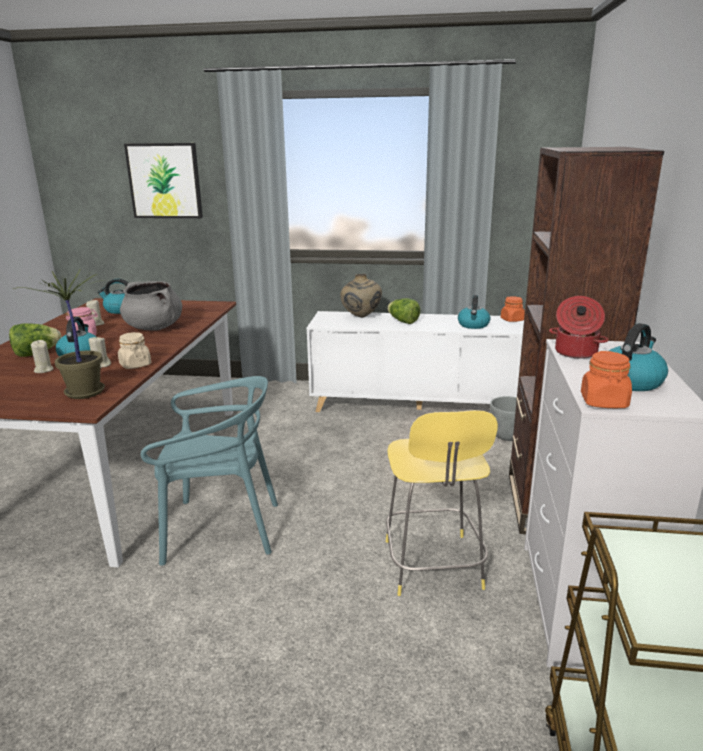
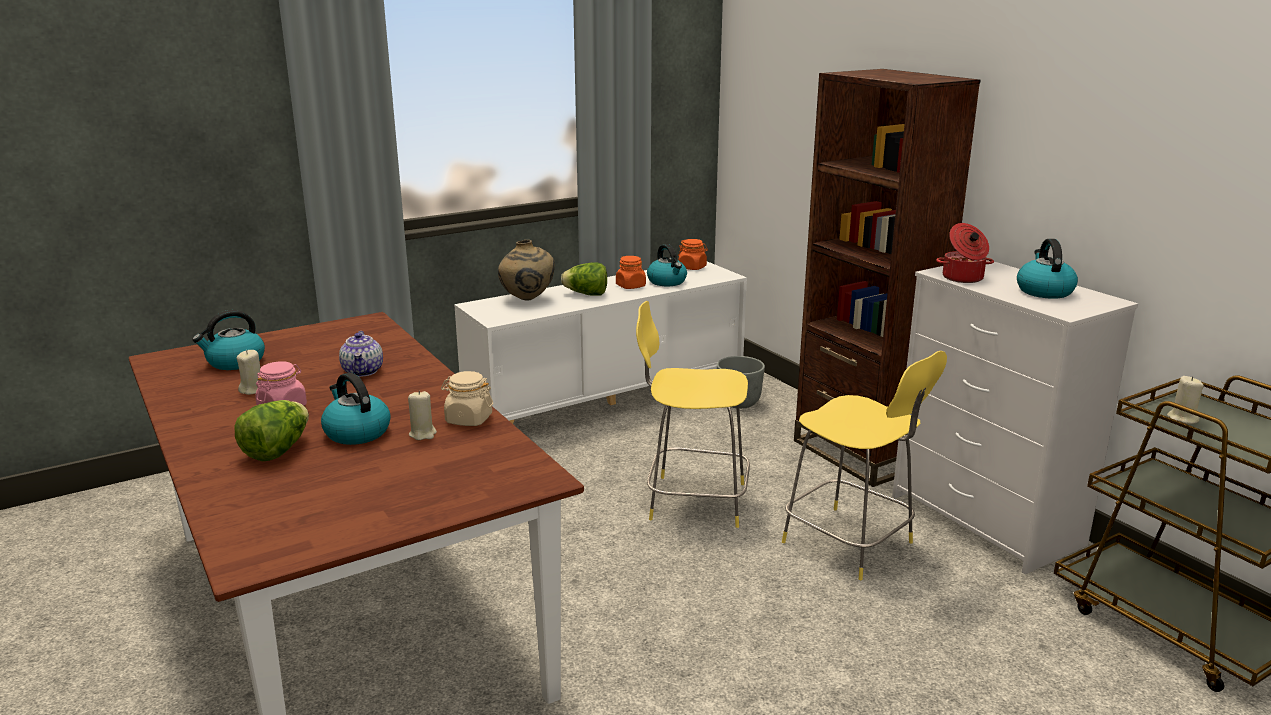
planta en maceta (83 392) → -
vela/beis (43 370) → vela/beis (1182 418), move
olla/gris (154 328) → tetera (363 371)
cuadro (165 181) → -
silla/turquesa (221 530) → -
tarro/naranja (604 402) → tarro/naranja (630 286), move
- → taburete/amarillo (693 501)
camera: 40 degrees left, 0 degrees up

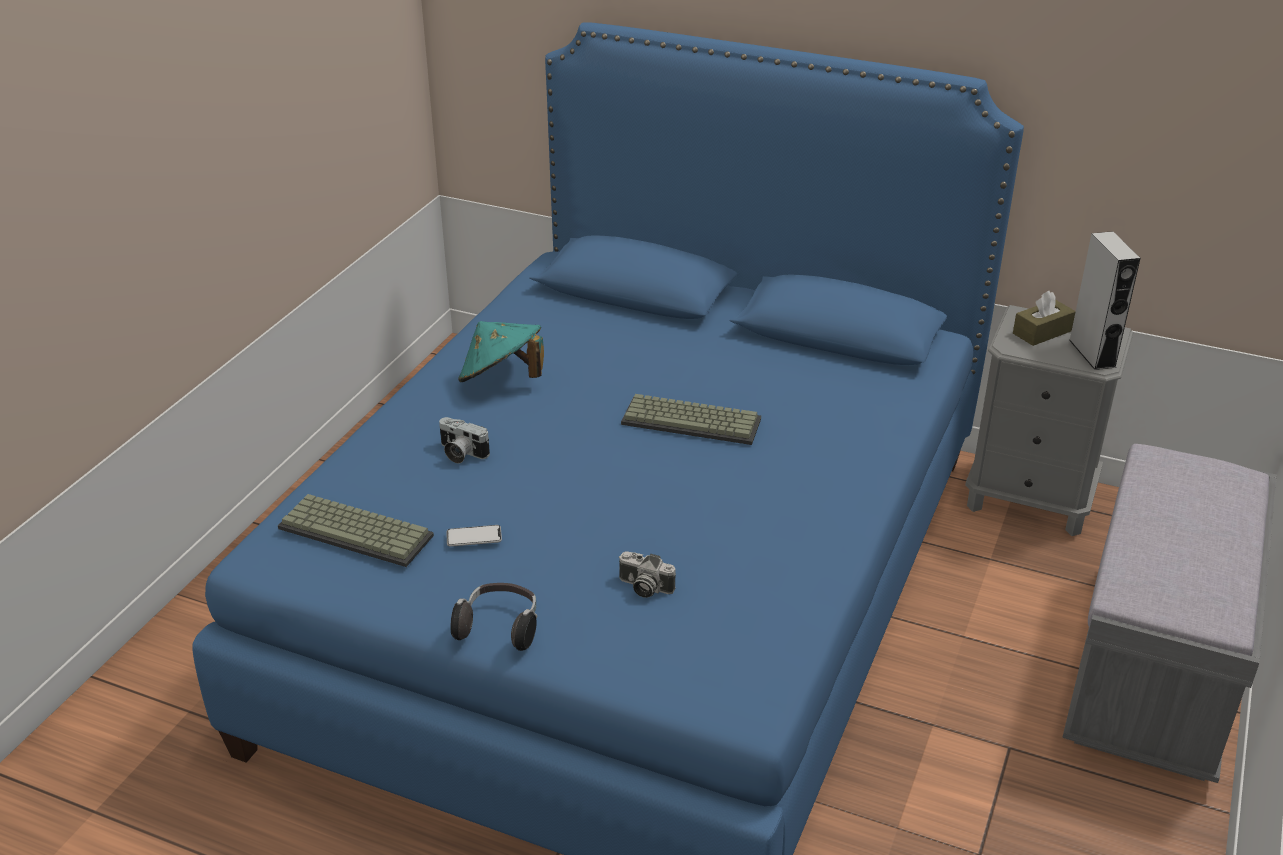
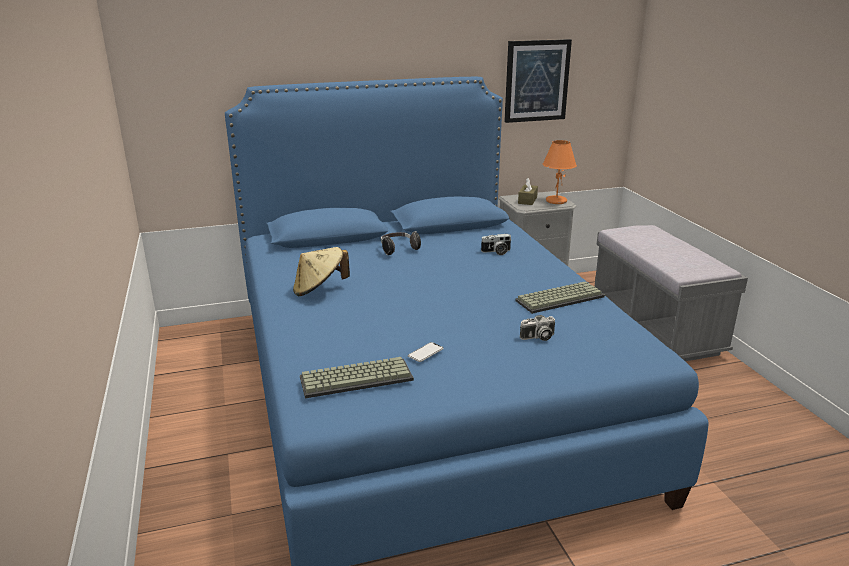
cámara (461 453) → cámara (496 252), move
auriculares (499 628) → auriculares (398 249), move
sombrero/turquesa (502 379) → sombrero/beis (319 289)
teclado (693 420) → teclado (560 298), move
altavoz/gris (1092 353) → lámpara de mesa/naranja (556 201)
- → cuadro (536 81)
camera: 40 degrees left, 10 degrees down

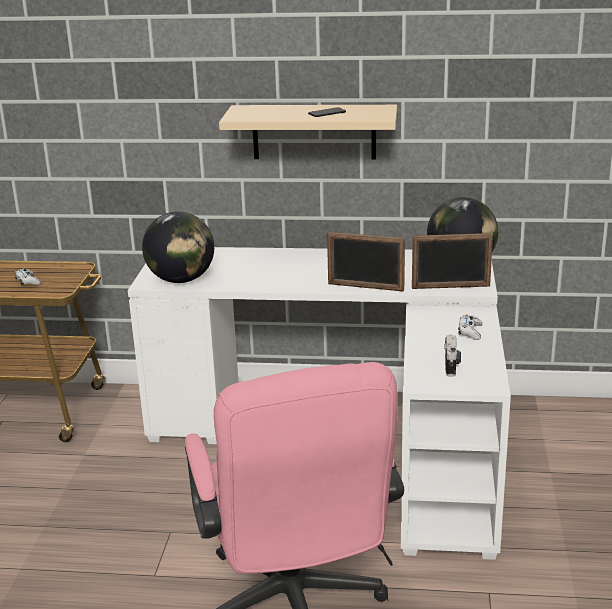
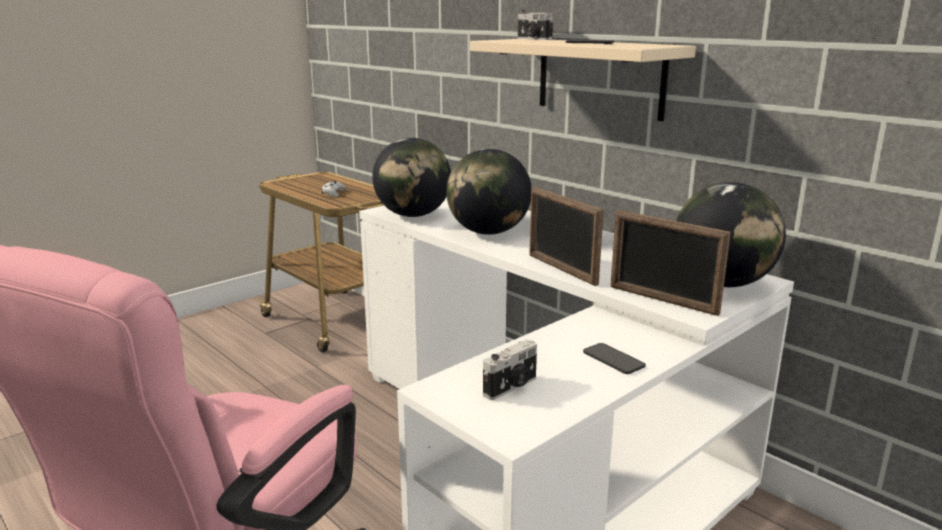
mando de consola/blanco (470 332) → móvil (613 359)
- → globo terráqueo (488 232)
- → cámara (533 39)
camera: 40 degrees right, 5 degrees down

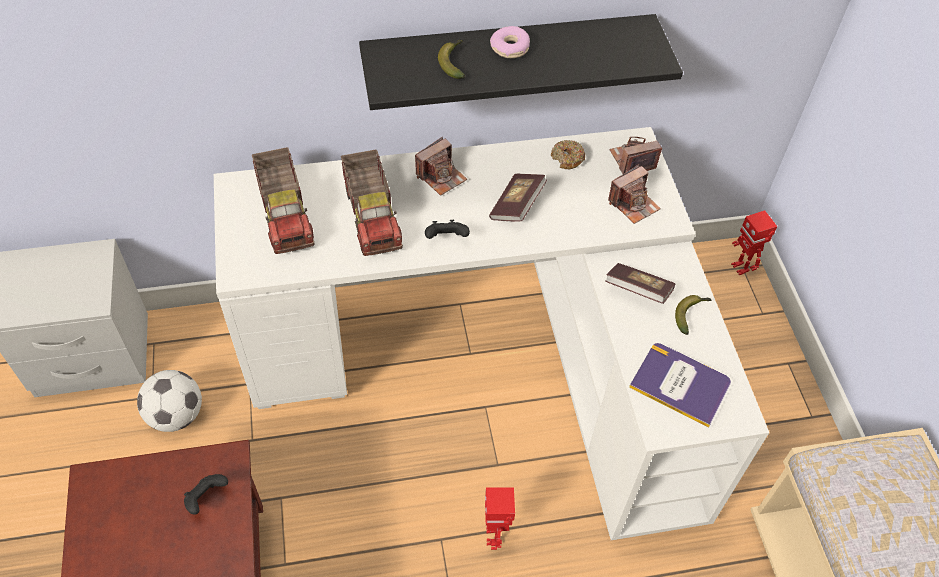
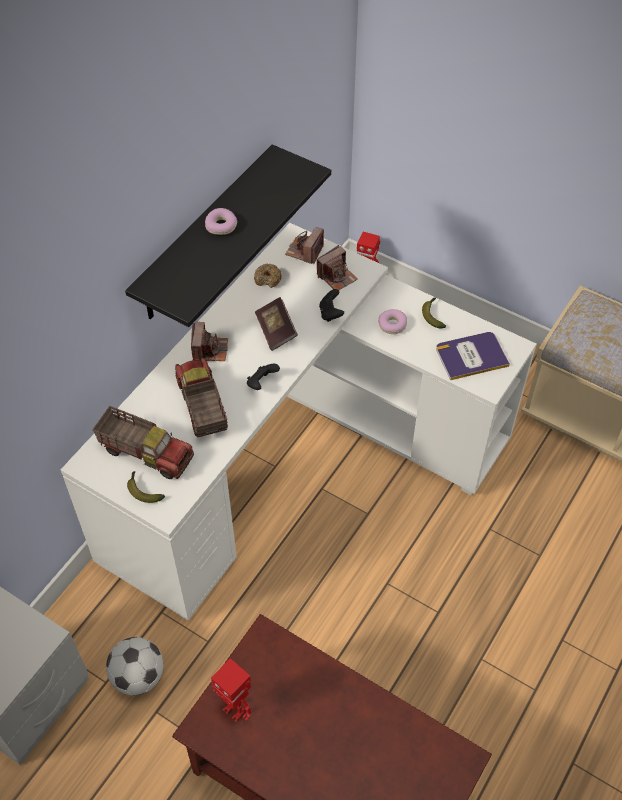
mando de consola/negro (206 498) → mando de consola/negro (330 313), move
camión de juguete (373 216) → camión de juguete (201 407), 135 degrees counterclockwise
plátano (453 62) → plátano (143 490), move
robot de juguete (495 536) → robot de juguete (235 709), move
libro (637 291) → rosquilla (392 325)
cámara (633 204) → cámara (337 277), 45 degrees clockwise
camera: 45 degrees left, 0 degrees up

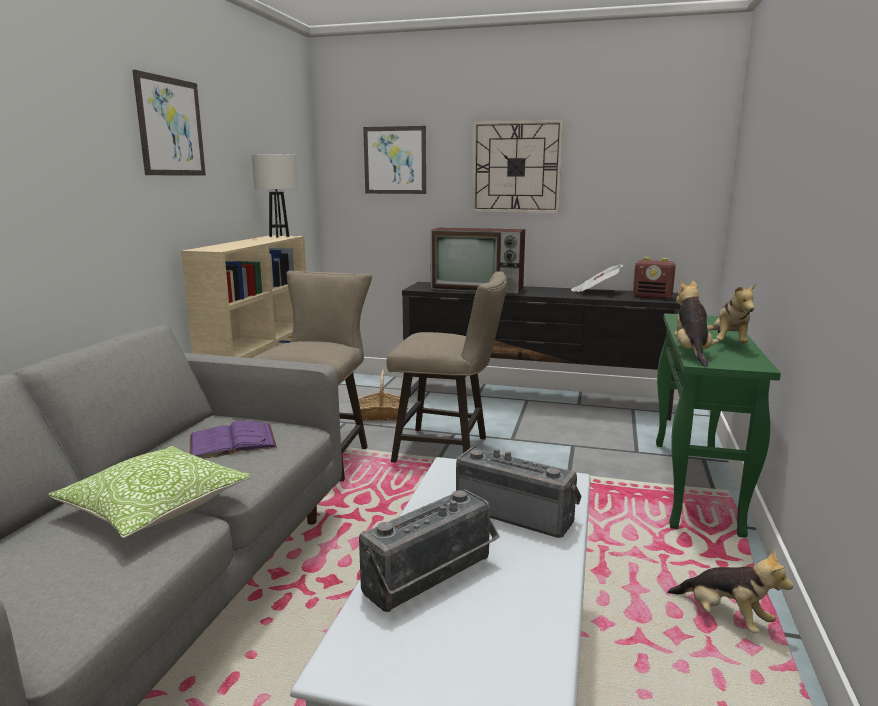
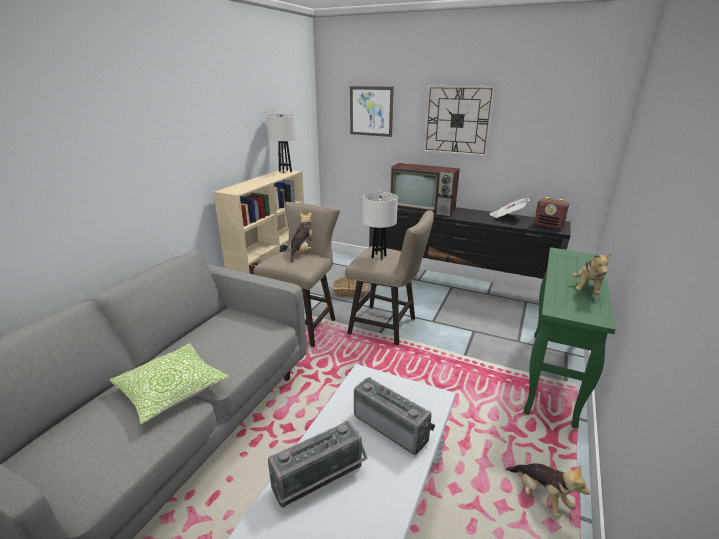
cuadro (171 127) → -
libro/morado (232 441) → -
peluche (691 353) → peluche (302 252), move
- → lámpara de mesa/blanco (379 256)
camera: 10 degrees right, 10 degrees up

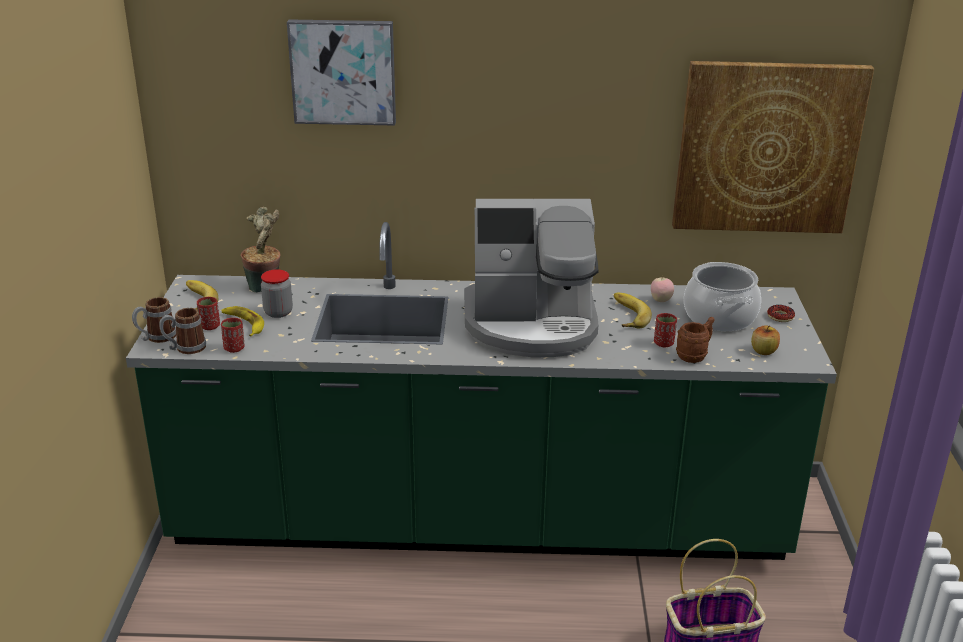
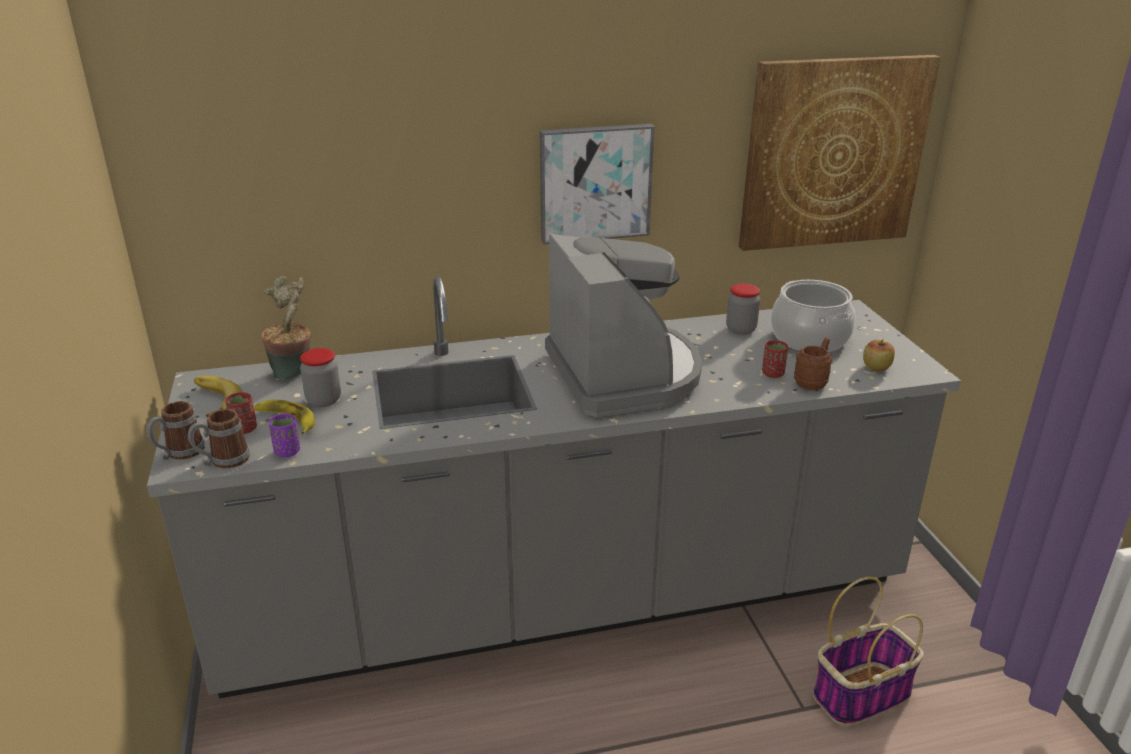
mueble bajo de cocina/verde (479 521) → mueble bajo de cocina/gris (565 600)
taza/rojo (234 348) → taza/morado (287 452)
cuadro (343 71) → cuadro (594 182), move
cafetera (532 325) → cafetera (624 374), 90 degrees counterclockwise
plátano (625 315) → -
manzana (661 300) → tarro (741 329)
rosquilla (780 317) → -
camera: 15 degrees left, 0 degrees up

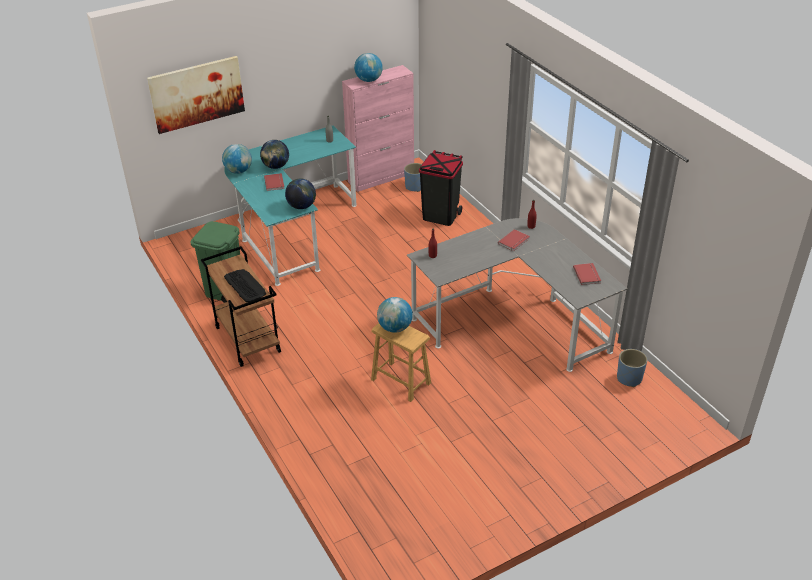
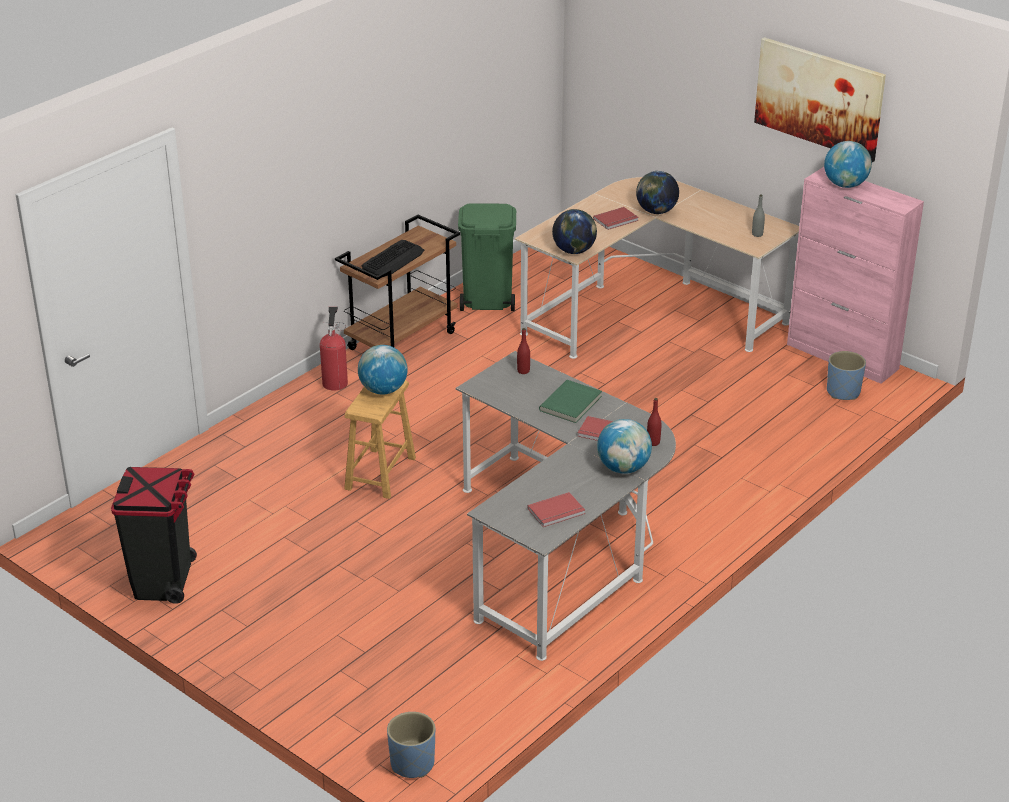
cuadro (197 94) → cuadro (819 98), move
globo terráqueo (238 171) → globo terráqueo (623 468), move
escritorio/turquesa (289 229) → escritorio/beis (650 312)
papelera/negro (440 216) → papelera/negro (164 581), move
maceta/azul (629 378) → maceta/azul (413 763), move
- → extintor (335 381)
- → libro/verde (571 404)
camera: 70 degrees right, 5 degrees down

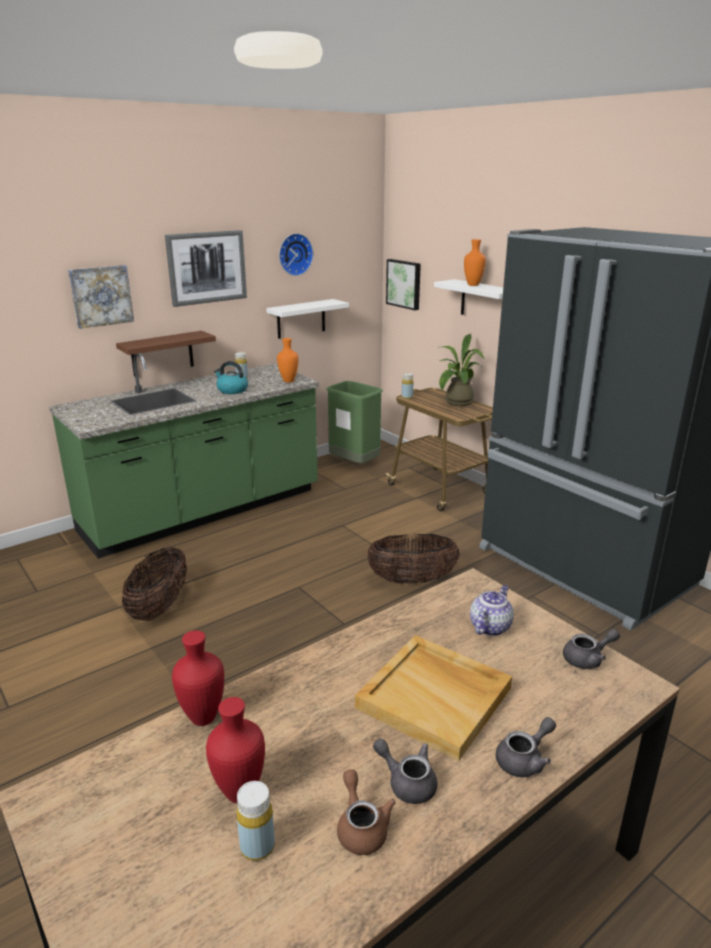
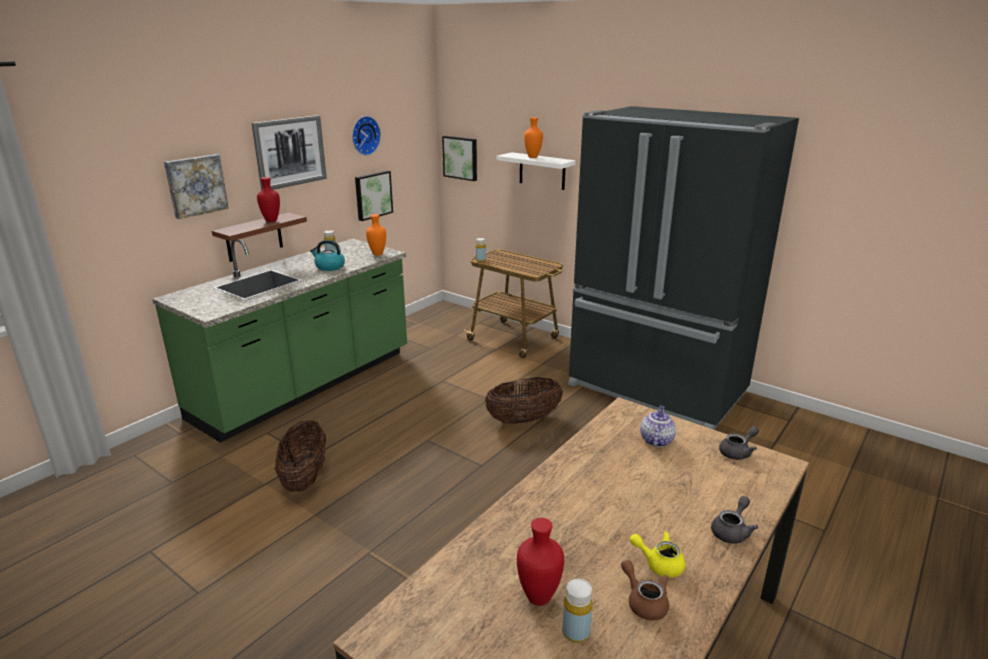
florero/rojo (202 719) → florero/rojo (271 221), move
estante/blanco (301 319) → cuadro (372 195)
papelera/verde (354 464) → -
bandeja/beis (435 697) → -
tetera/gris (407 782) → tetera/amarillo (659 563)
planta en maceta (457 403) → -
camera: 15 degrees left, 0 degrees up

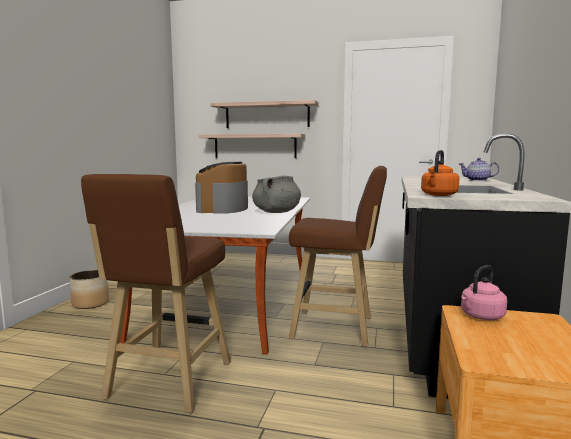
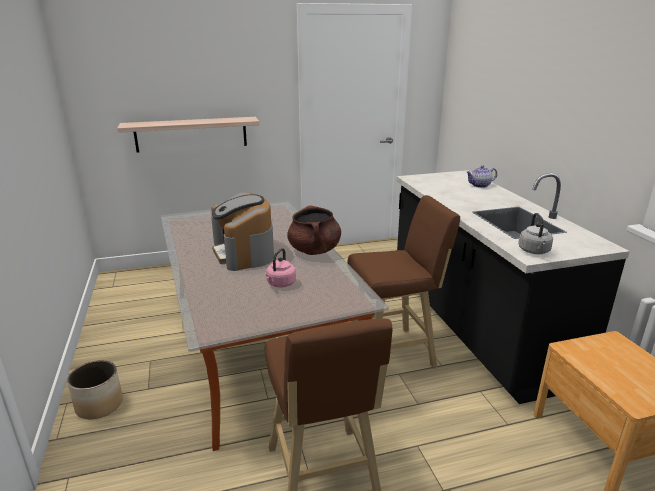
estante (267 115) → -
olla/gris (276 212) → olla/marrón (314 250)
hervidor/naranja (438 195) → hervidor/gris (534 251)
hervidor/rosa (481 316) → hervidor/rosa (280 284), move
camera: 30 degrees left, 15 degrees up

